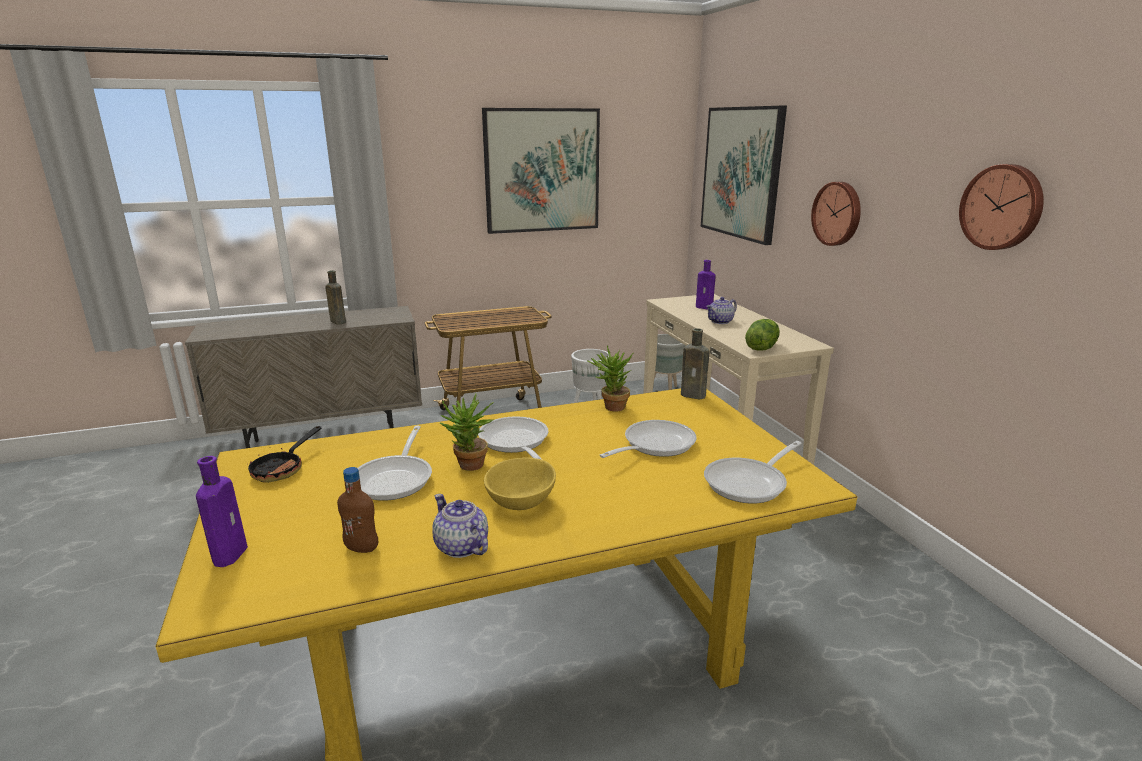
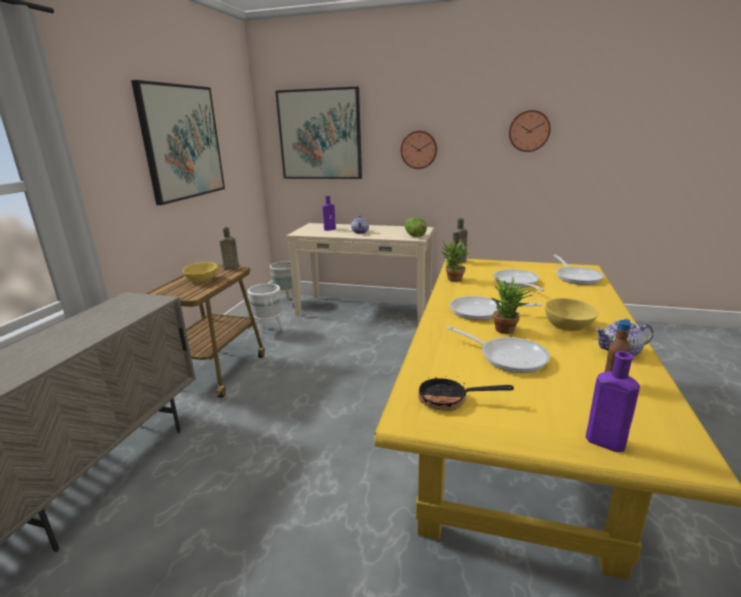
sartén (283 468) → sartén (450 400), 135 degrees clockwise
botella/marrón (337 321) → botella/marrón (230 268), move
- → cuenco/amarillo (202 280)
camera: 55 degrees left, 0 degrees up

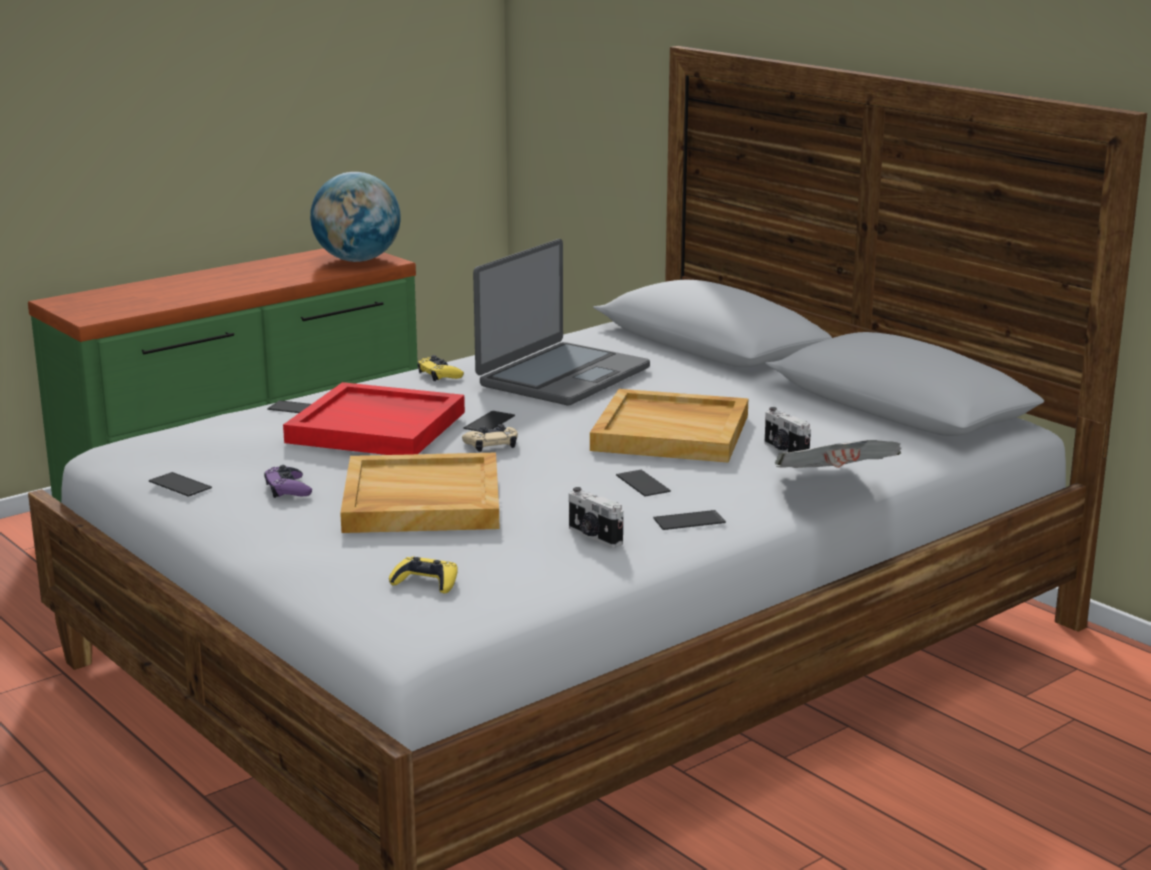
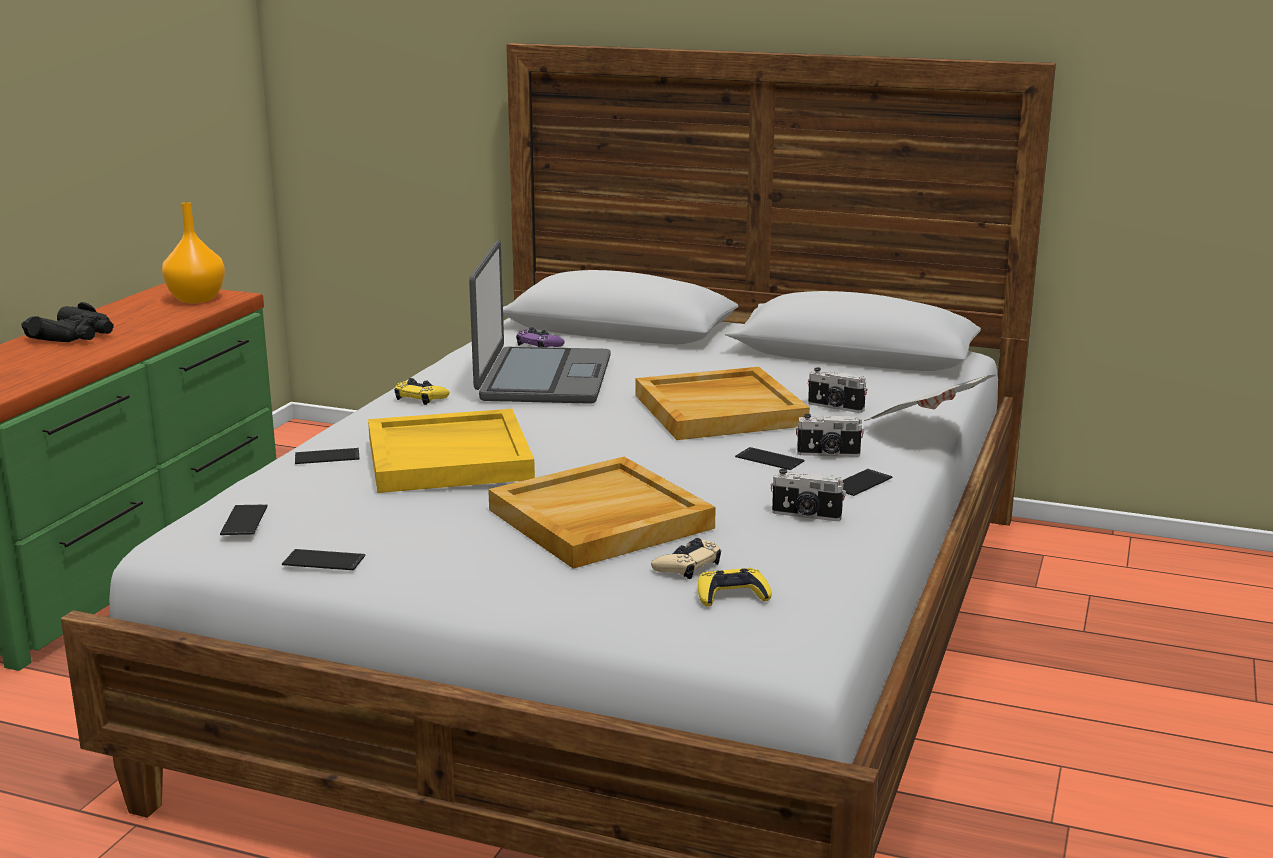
mando de consola/morado (288 489) → mando de consola/morado (539 345), move
bandeja/rojo (378 427) → bandeja/amarillo (450 457)
globo terráqueo (357 260) → florero/naranja (196 299)
mando de consola/beis (491 444) → mando de consola/beis (687 565), move
móvil (489 422) → móvil (244 520), move
- → prismáticos/negro (74 336)
- → cámara (828 454)
camera: 30 degrees left, 0 degrees up

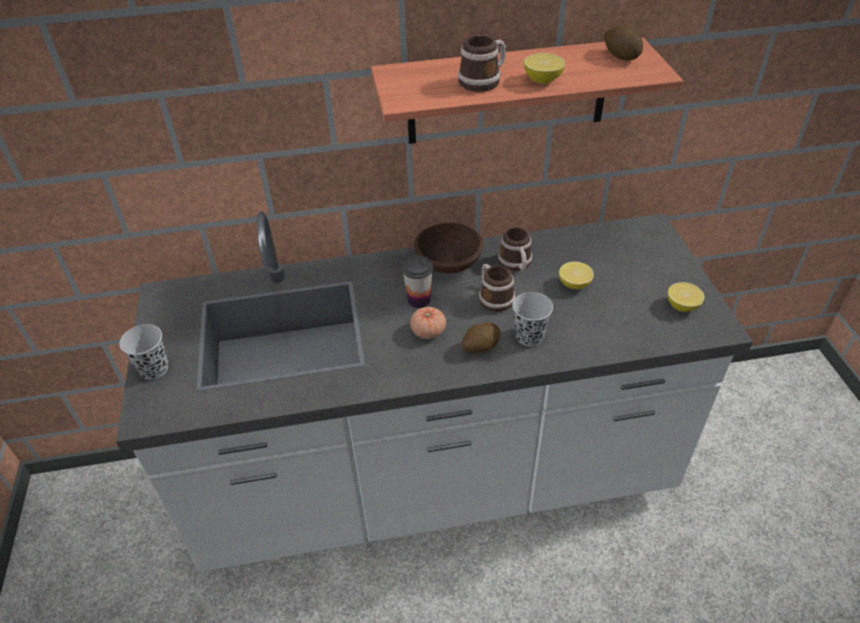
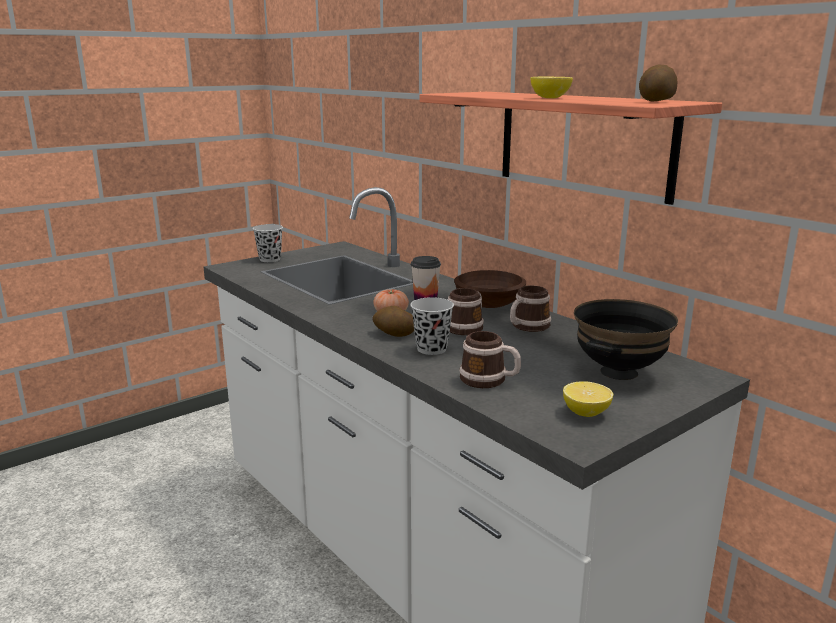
taza grande (483 80) → taza grande (489 380), move
limón (574 284) → -
- → cuenco/negro (618 372)
camera: 60 degrees right, 25 degrees down

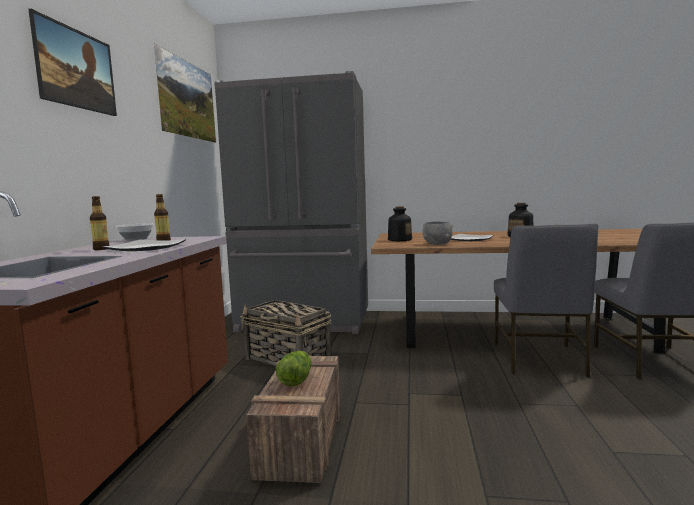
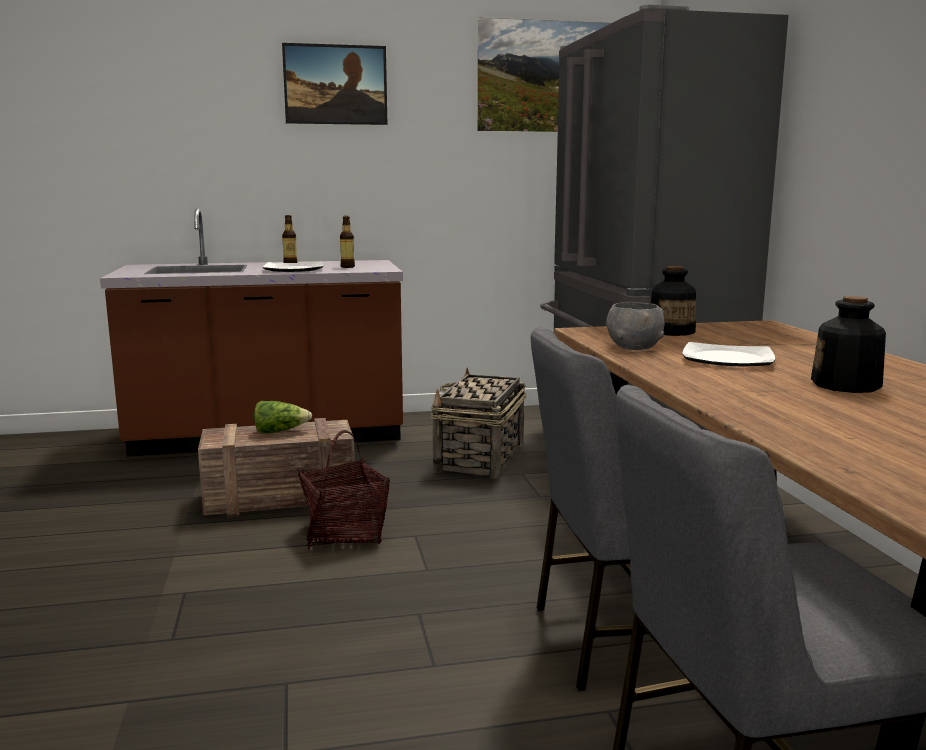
cuenco (136 239) → -
- → cesta (345 533)
camera: 70 degrees right, 5 degrees up

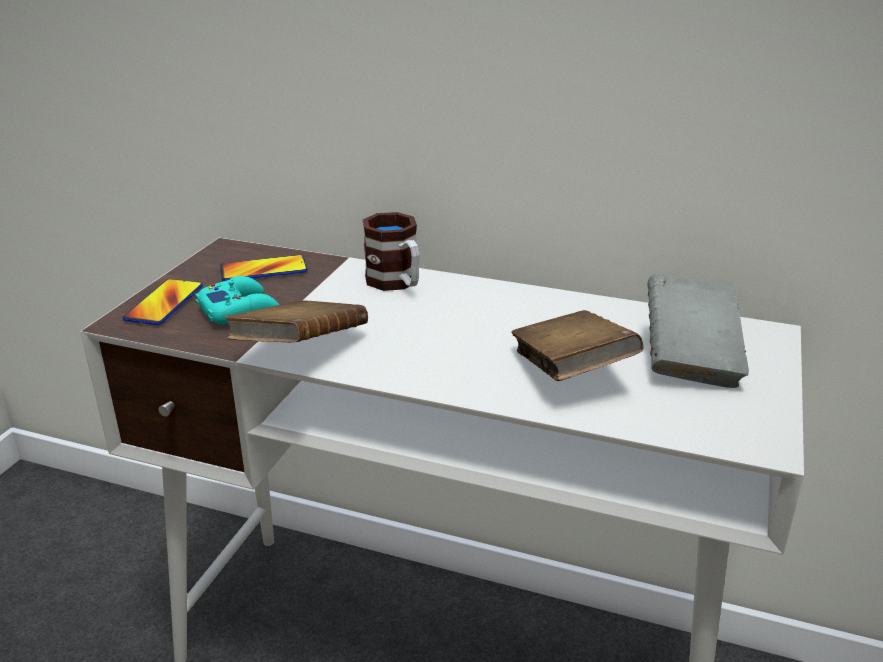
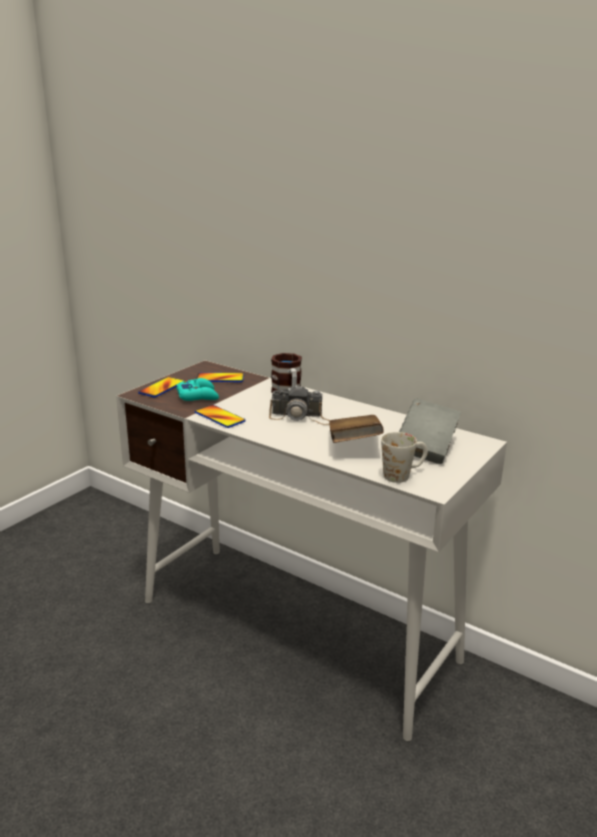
libro/marrón (301 350) → móvil (219 417)
- → cámara (300 417)
- → taza grande/blanco (403 475)
camera: 15 degrees right, 5 degrees down

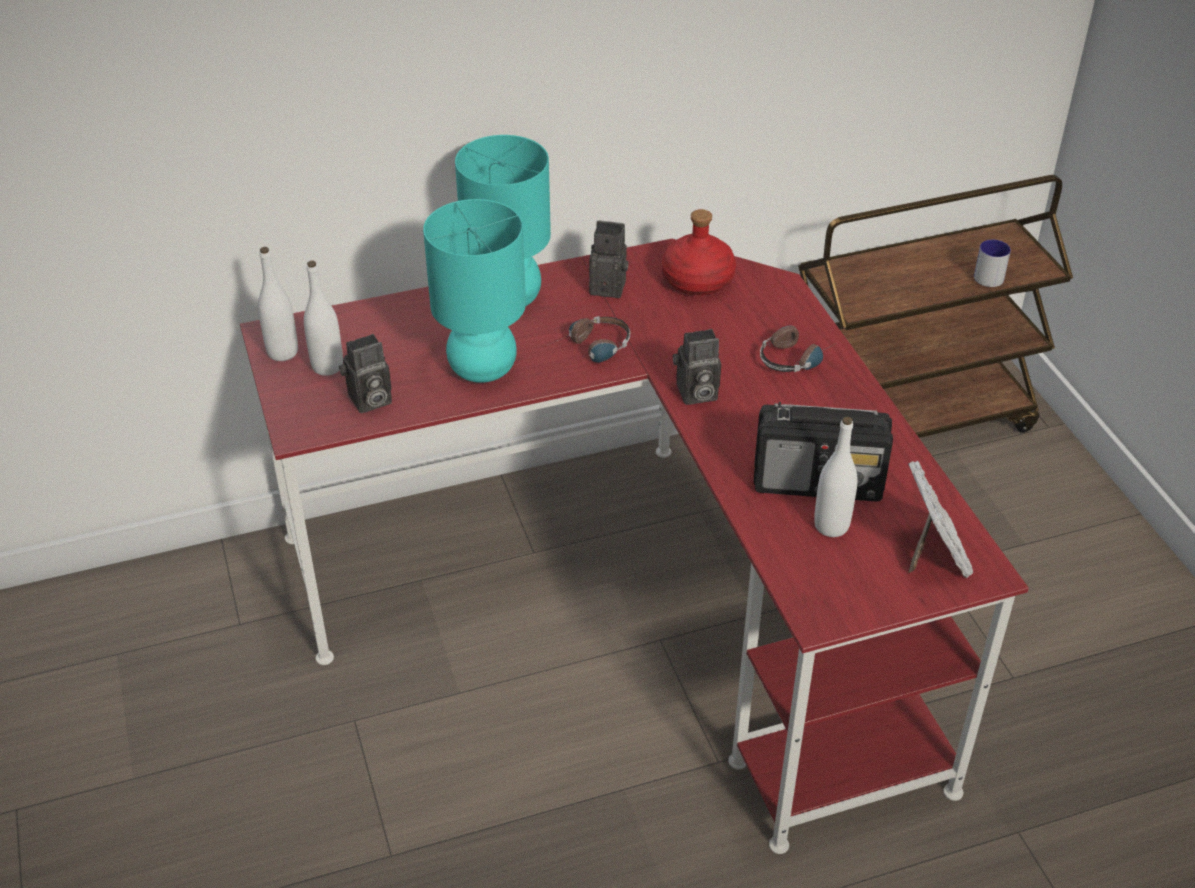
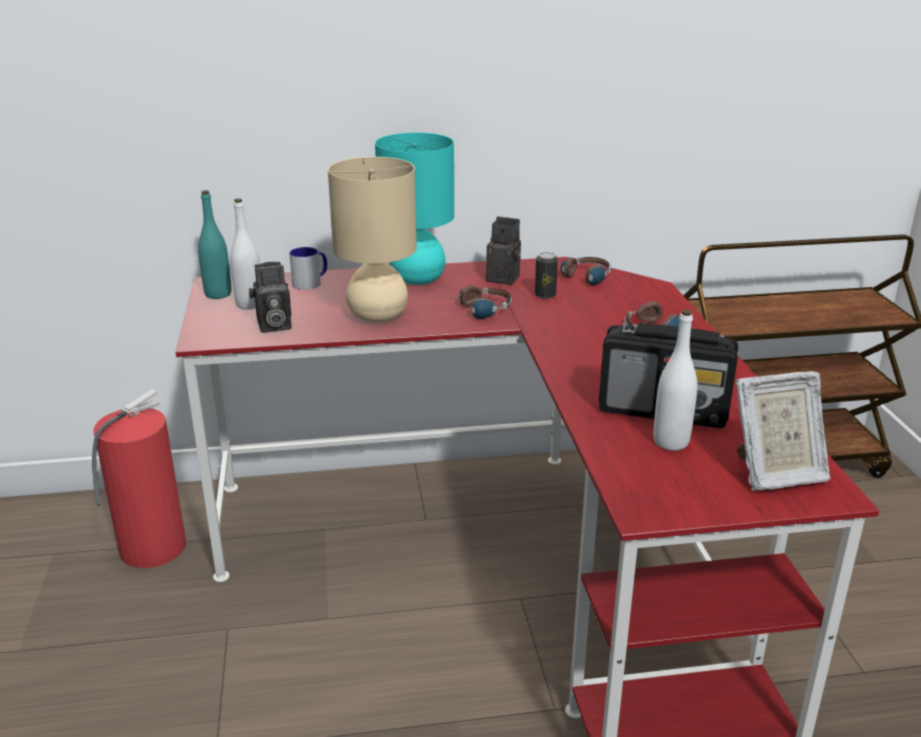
botella/blanco (282 352) → botella/turquesa (218 294)
lámpara de mesa/turquesa (481 369) → lámpara de mesa/beis (377 315)
botella/rojo (698 280) → auriculares (582 279)
cámara (695 394) → -
portarretratos (933 555) → portarretratos (775 474), 75 degrees clockwise
taza grande (991 275) → taza grande (311 282), move
- → extintor (149 549)
- → lata (545 295)
camera: 10 degrees right, 15 degrees down

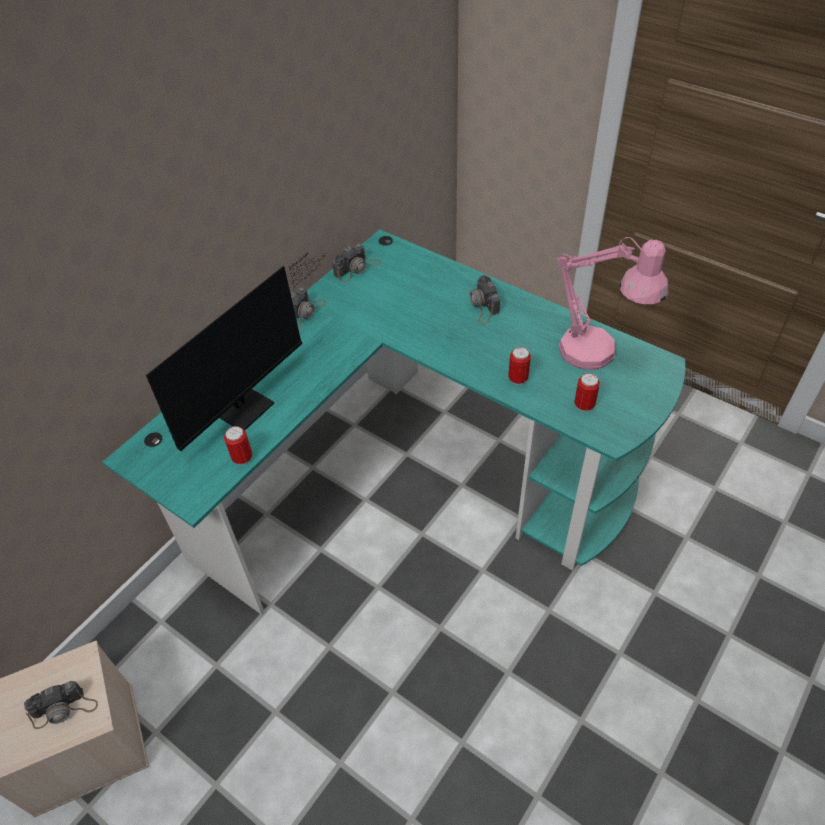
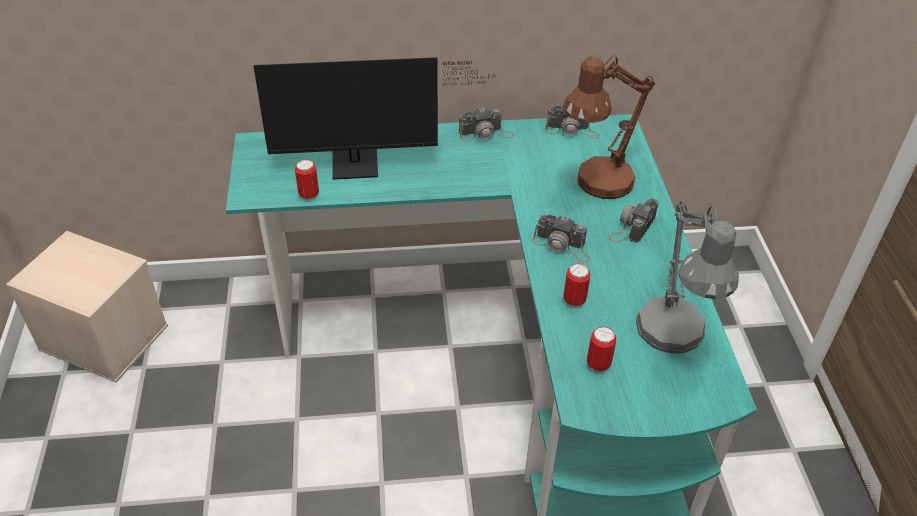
cámara (64 708) → cámara (562 246), move
lámpara de mesa/rosa (597 355) → lámpara de mesa/gris (673 339)
- → lámpara de mesa/marrón (596 186)
camera: 45 degrees right, 5 degrees down

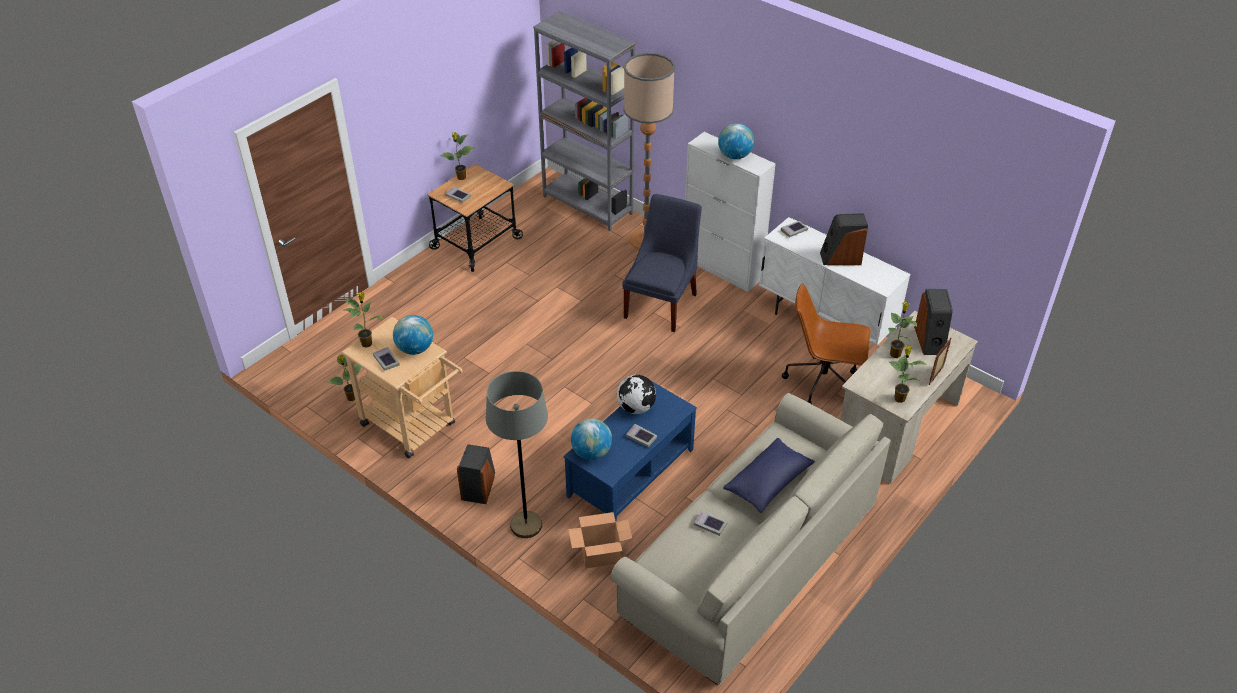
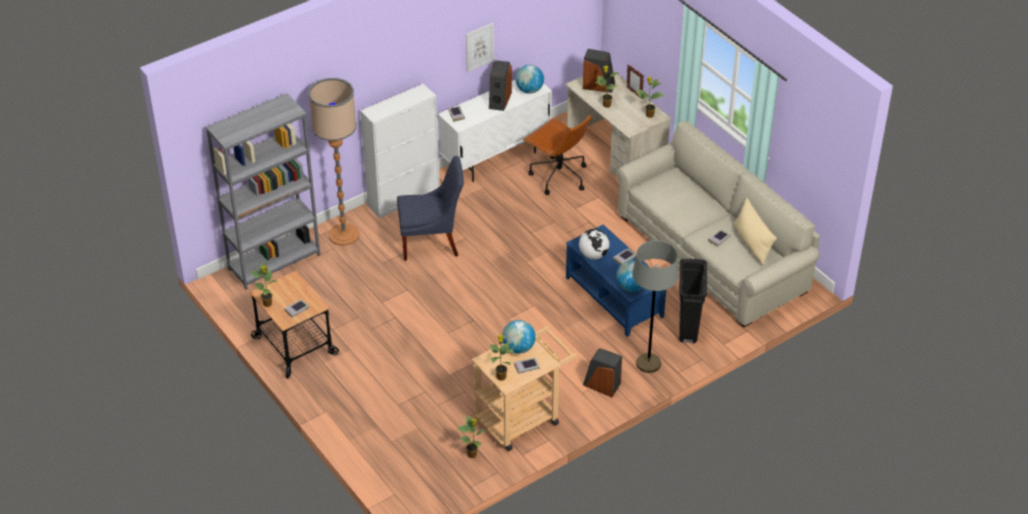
caja de cartón (600 556) → papelera/negro (688 328)
silla/azul (662 303) → silla/azul (432 242), 135 degrees clockwise
globo terráqueo (734 156) → globo terráqueo (529 90), move
cojín/azul (768 483) → -
silla de oficina/marrón (823 383) → silla de oficina/marrón (558 176), 75 degrees counterclockwise
- → cuadro (479 47)
- → cojín/beis (752 243)
camera: 75 degrees left, 0 degrees up

